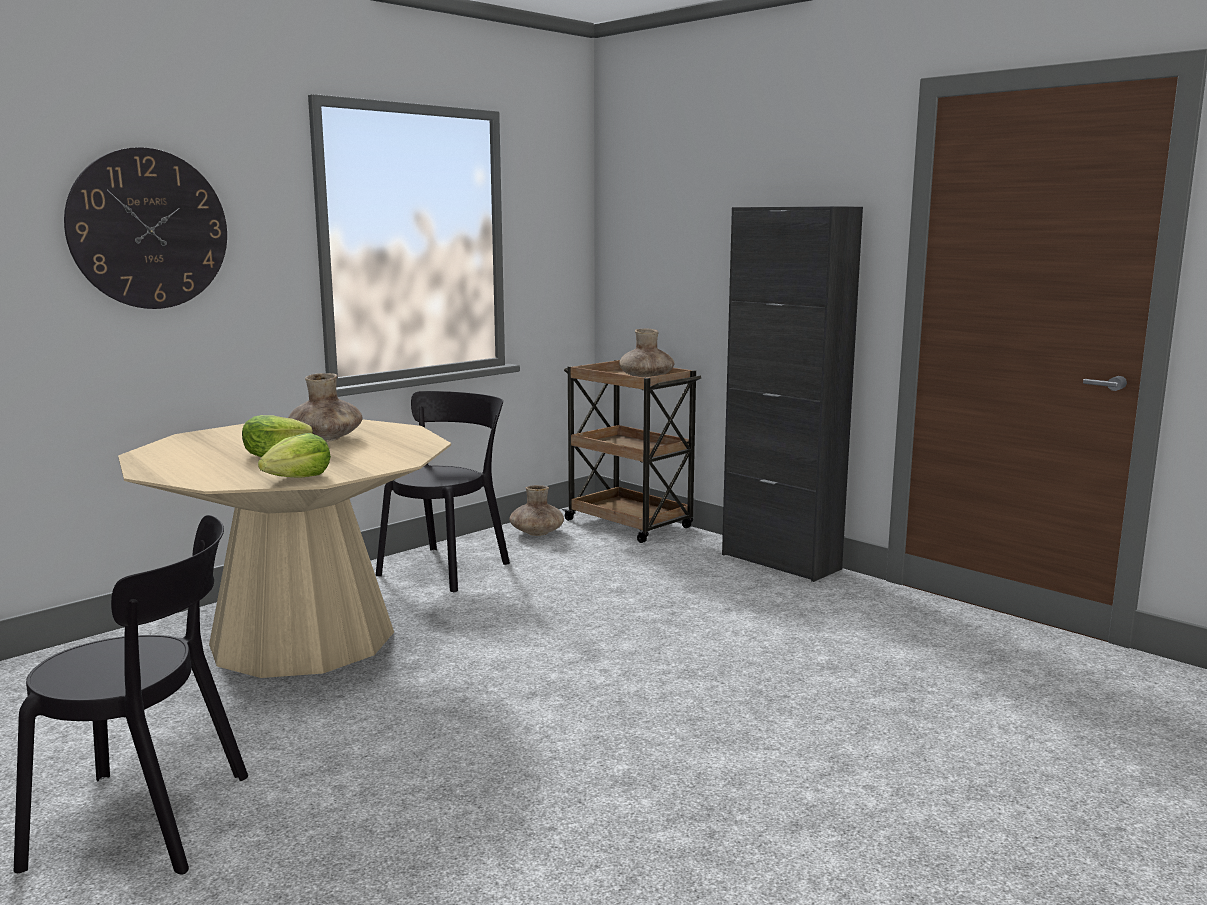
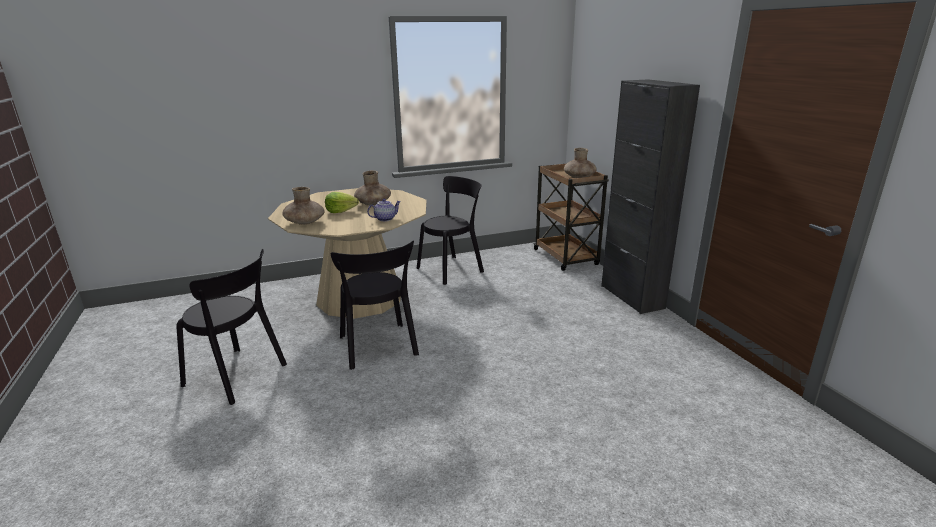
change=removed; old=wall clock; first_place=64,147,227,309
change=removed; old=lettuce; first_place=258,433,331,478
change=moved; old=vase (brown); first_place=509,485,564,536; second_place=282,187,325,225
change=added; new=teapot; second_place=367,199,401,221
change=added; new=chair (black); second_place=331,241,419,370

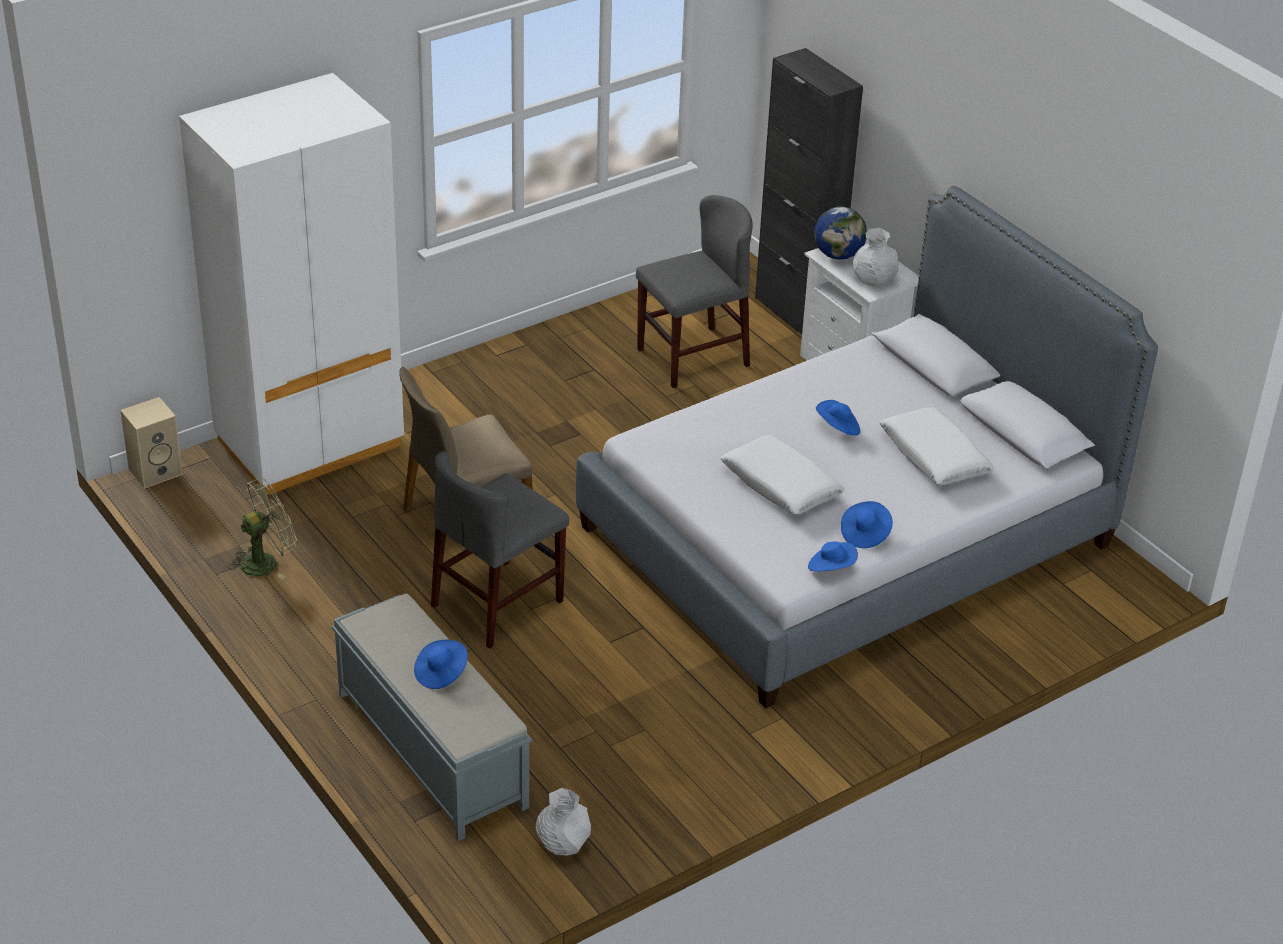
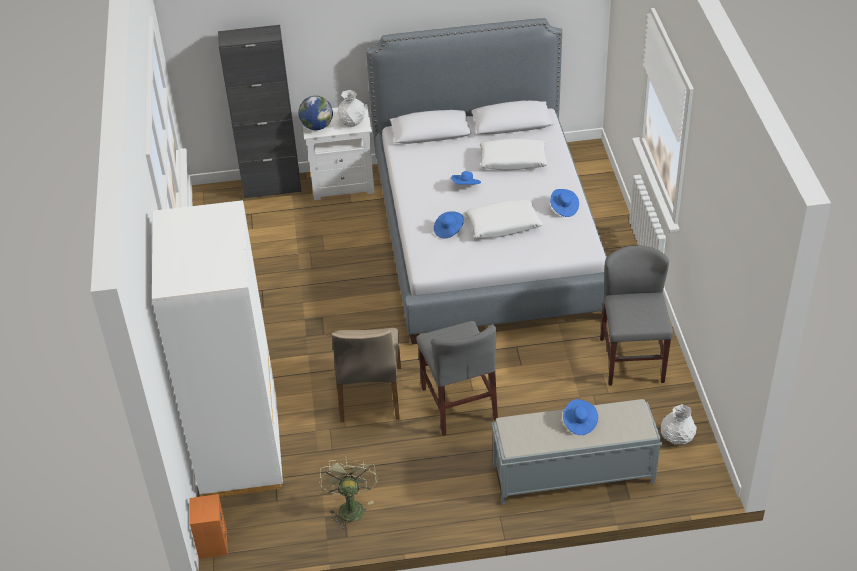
change=moved; old=chair (grey); first_place=636,195,753,388; second_place=600,245,673,386
change=recoloured; old=speaker (beige); new=speaker (orange); first_place=120,397,183,489; second_place=190,494,228,559
change=moved; old=hat (blue); first_place=808,541,858,572; second_place=434,211,464,238

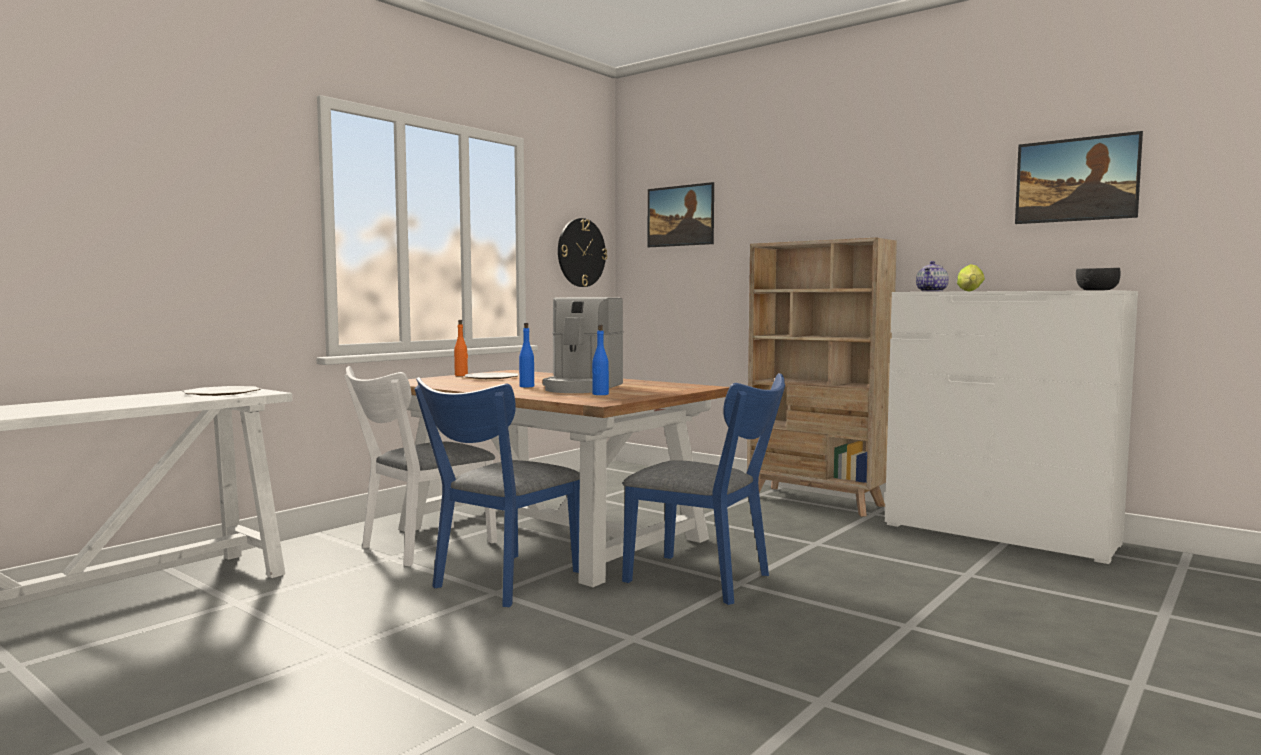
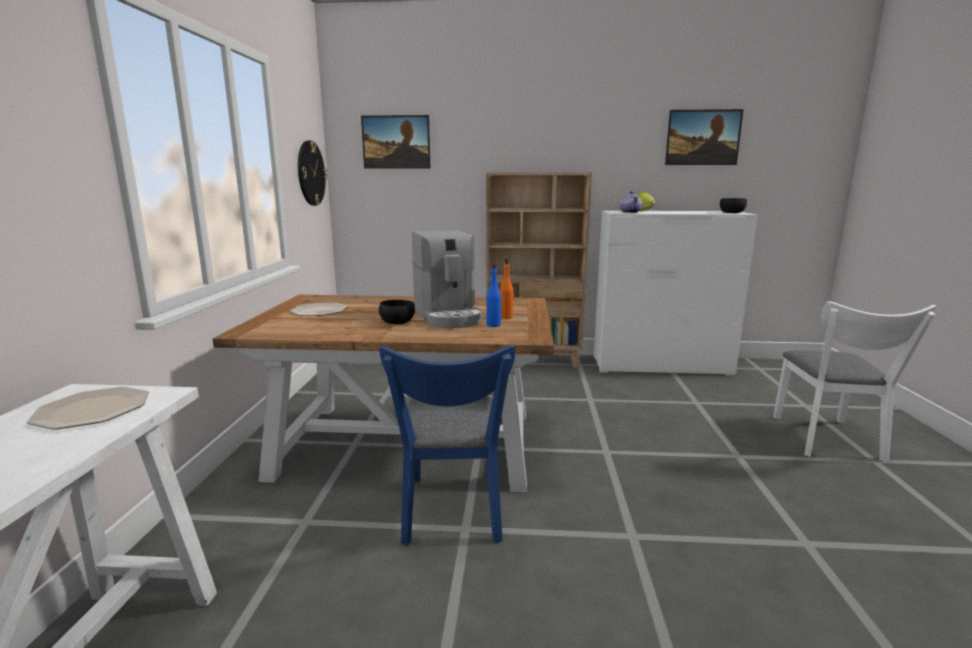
change=moved; old=bottle (orange); first_place=454,320,468,376; second_place=500,259,514,319
change=replaced; old=bottle (blue); new=bowl (black); first_place=519,323,534,387; second_place=379,300,415,324
change=moved; old=chair (white); first_place=345,366,497,566; second_place=773,301,937,462
change=removed; old=chair (blue); first_place=622,373,785,605

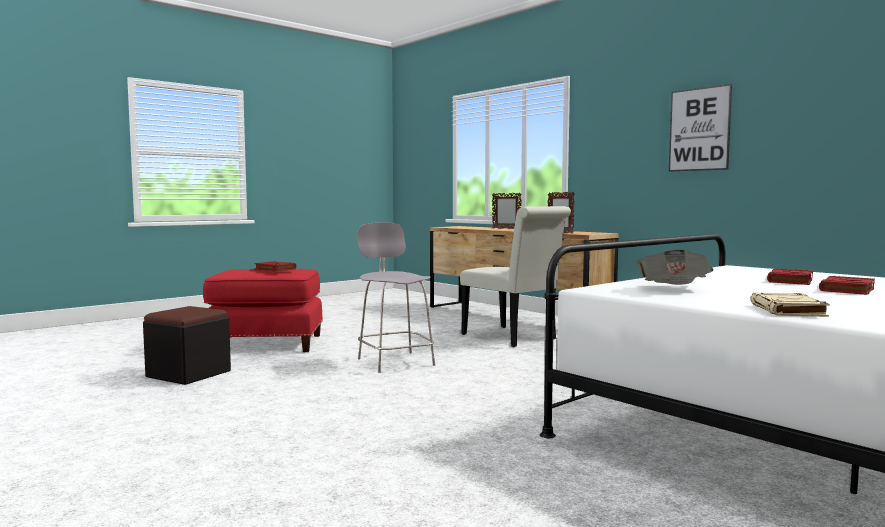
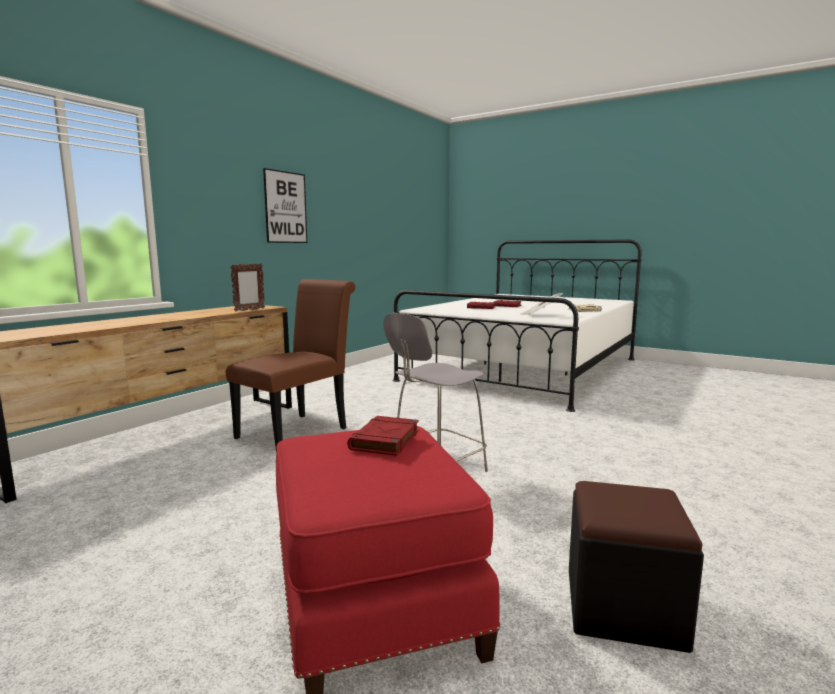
change=removed; old=picture frame; first_place=492,193,522,229
change=recoloured; old=chair (white); new=chair (brown); first_place=460,206,571,348; second_place=226,279,355,453

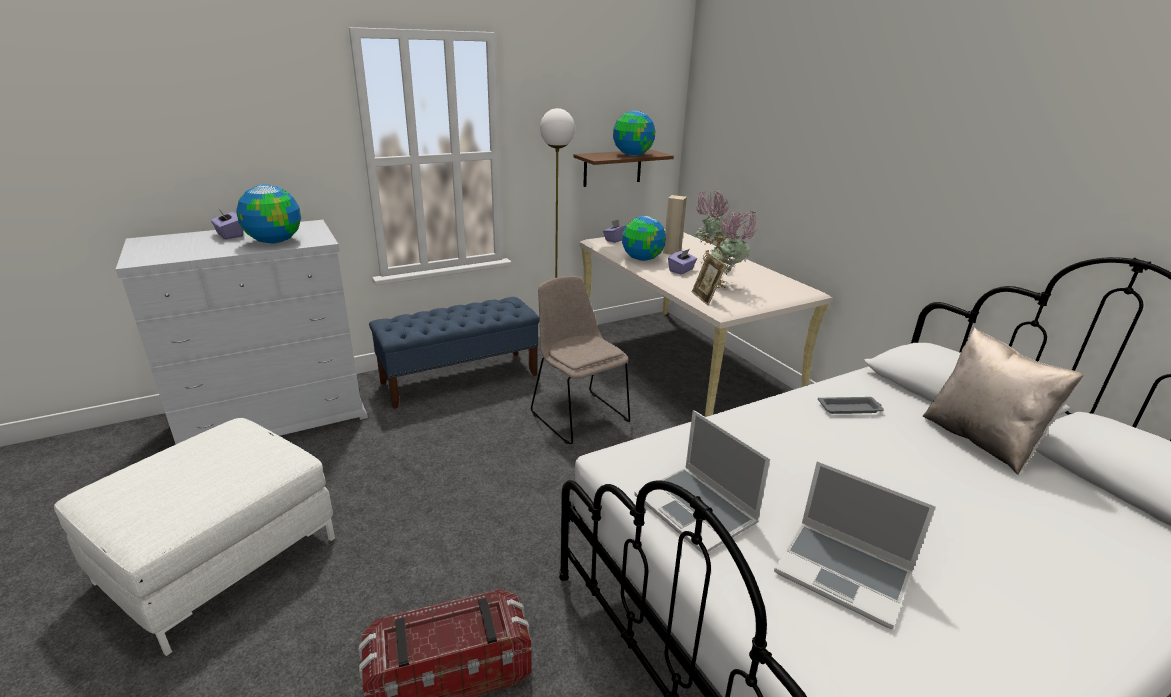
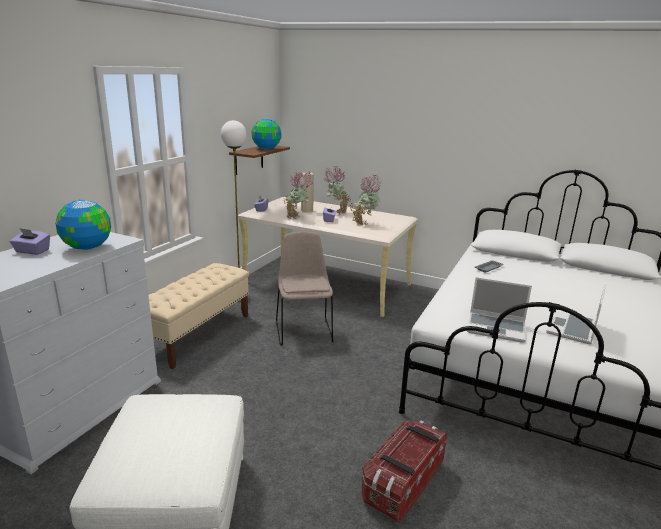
change=replaced; old=globe; new=potted plant; first_place=622,216,666,261; second_place=284,171,312,219
change=removed; old=picture frame; first_place=692,253,726,306
change=turned; old=chair (beige); first_place=531,276,630,444; second_place=276,232,334,345; degrees=60
change=recoloured; old=bench (blue); new=bench (beige); first_place=369,297,539,409; second_place=148,263,249,369
change=removed; old=pillow (beige); first_place=923,327,1084,475
change=turned; old=laptop; first_place=774,461,936,629; second_place=546,285,606,345; degrees=120

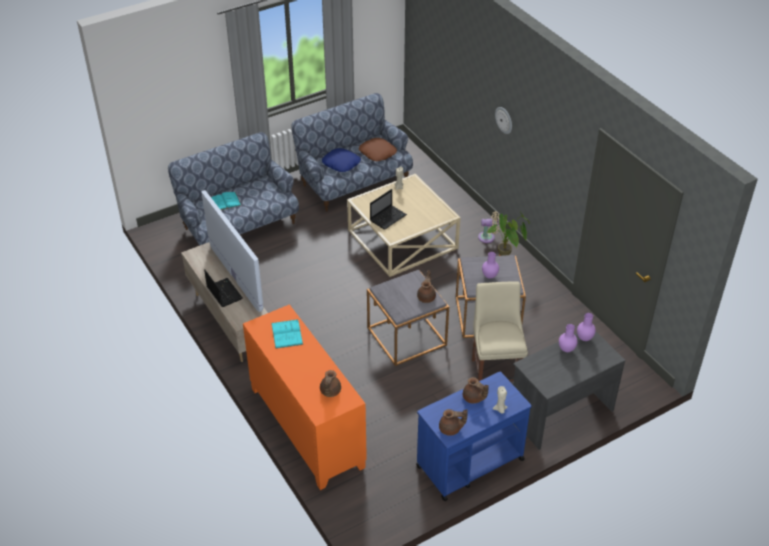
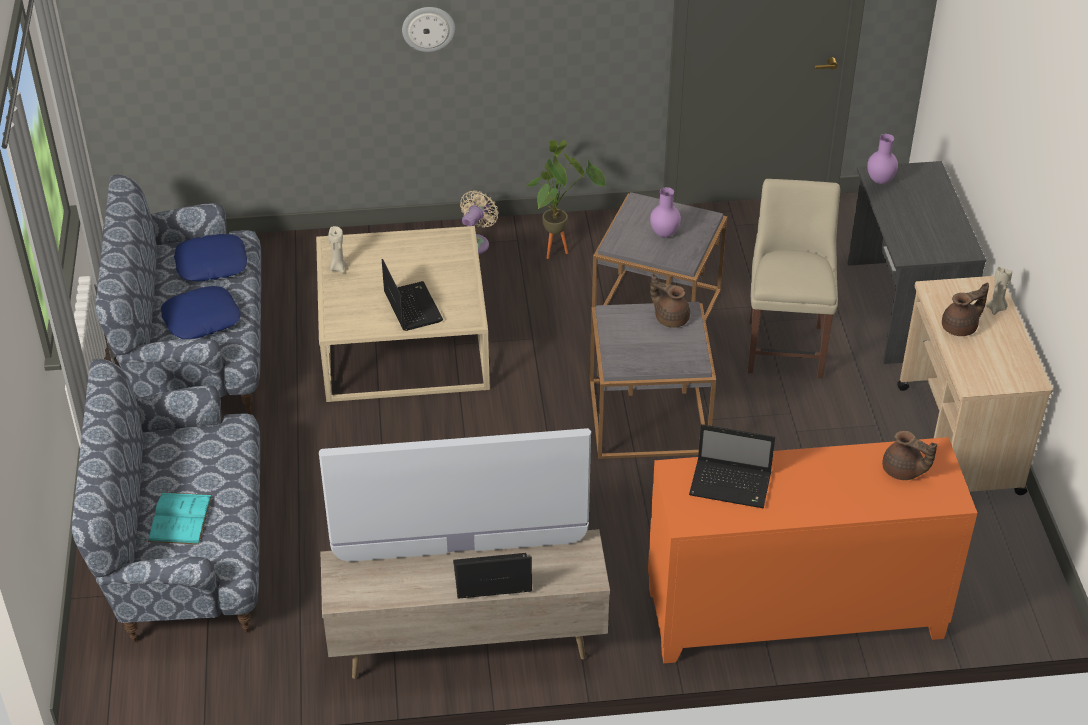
change=recoloured; old=pillow (brown); new=pillow (blue); first_place=359,138,397,161; second_place=174,234,248,281
change=turned; old=chair (beige); first_place=472,281,528,381; second_place=748,179,840,378; degrees=75
change=replaced; old=book (turquoise); new=laptop; first_place=271,319,303,349; second_place=689,424,775,508
change=removed; old=vase (purple); first_place=559,324,578,352
change=recoloured; old=cart (blue); new=cart (beige); first_place=416,372,532,501; second_place=897,276,1053,495
change=removed; old=teapot (brown); first_place=439,409,468,436

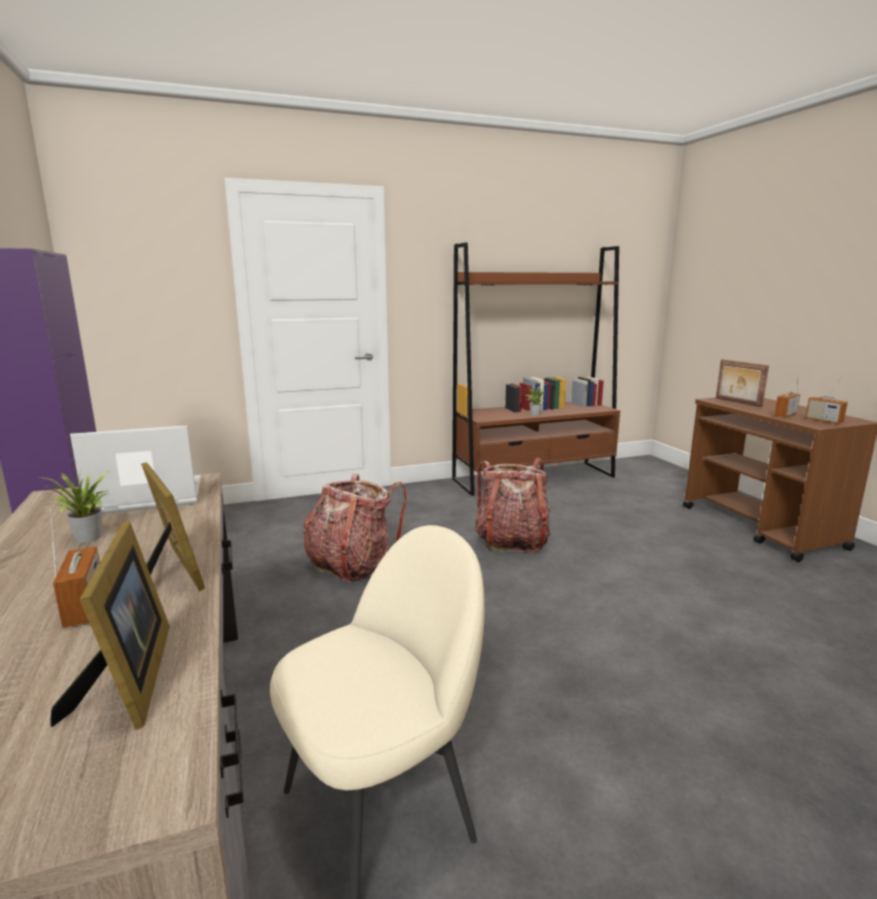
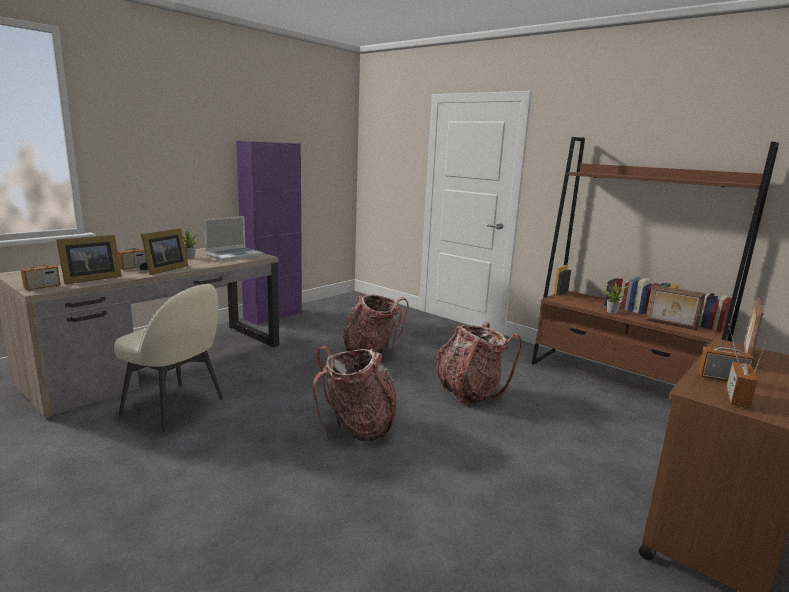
change=turned; old=laptop; first_place=70,425,201,514; second_place=204,216,263,261; degrees=90
change=added; new=radio; second_place=21,246,60,290
change=added; new=picture frame; second_place=645,285,706,331
change=added; new=backpack; second_place=312,346,396,442

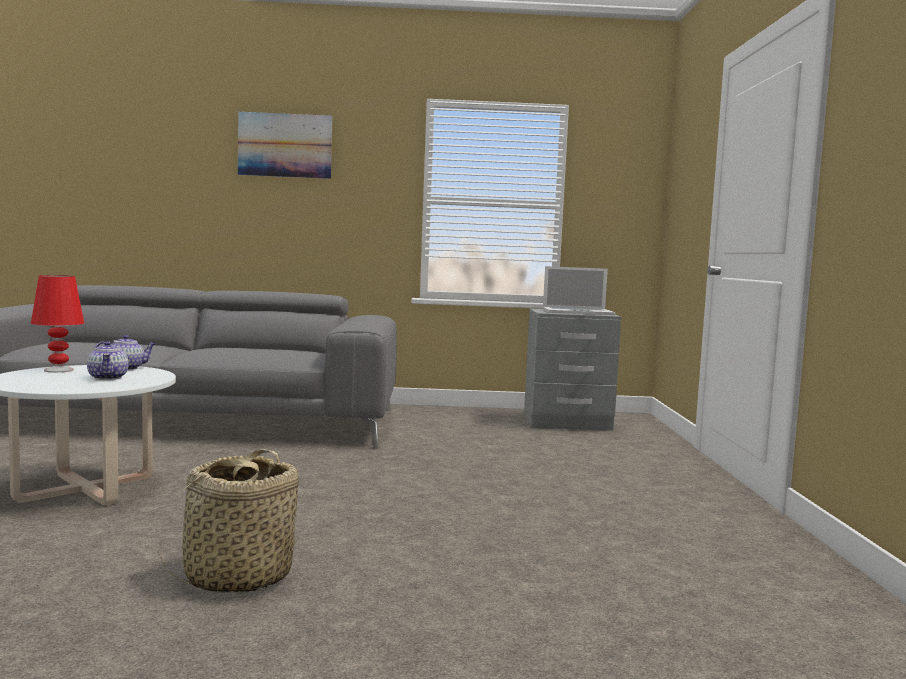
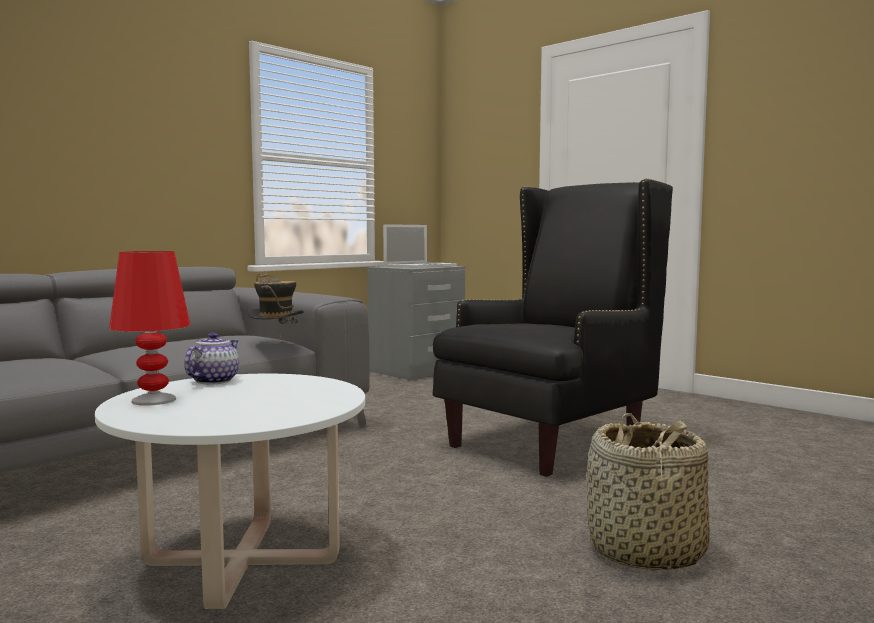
change=removed; old=picture; first_place=238,112,332,179
change=removed; old=teapot; first_place=87,341,128,380
change=added; new=armchair (black); second_place=433,178,673,477
change=added; new=hat; second_place=248,274,304,340

